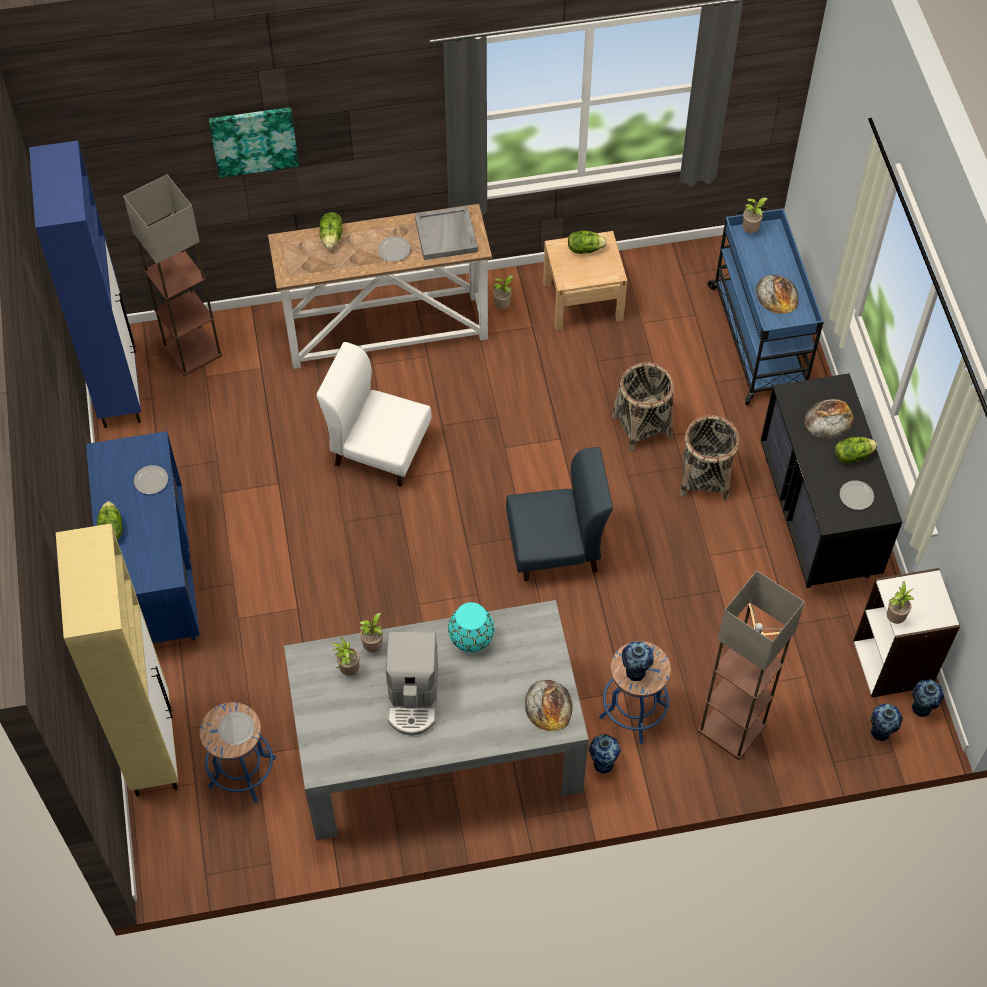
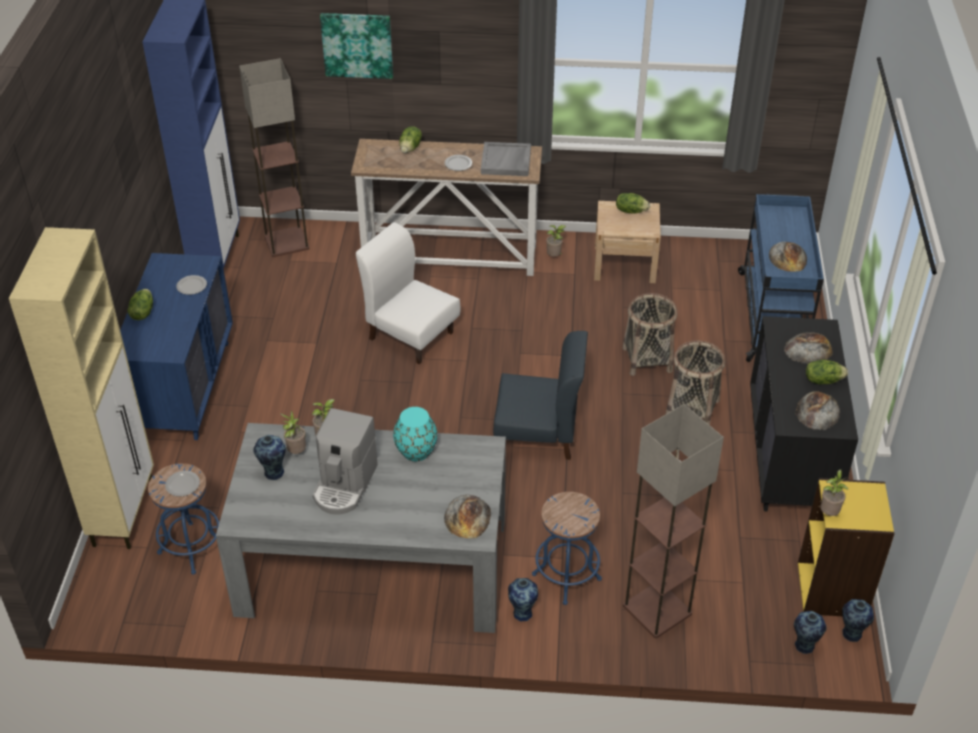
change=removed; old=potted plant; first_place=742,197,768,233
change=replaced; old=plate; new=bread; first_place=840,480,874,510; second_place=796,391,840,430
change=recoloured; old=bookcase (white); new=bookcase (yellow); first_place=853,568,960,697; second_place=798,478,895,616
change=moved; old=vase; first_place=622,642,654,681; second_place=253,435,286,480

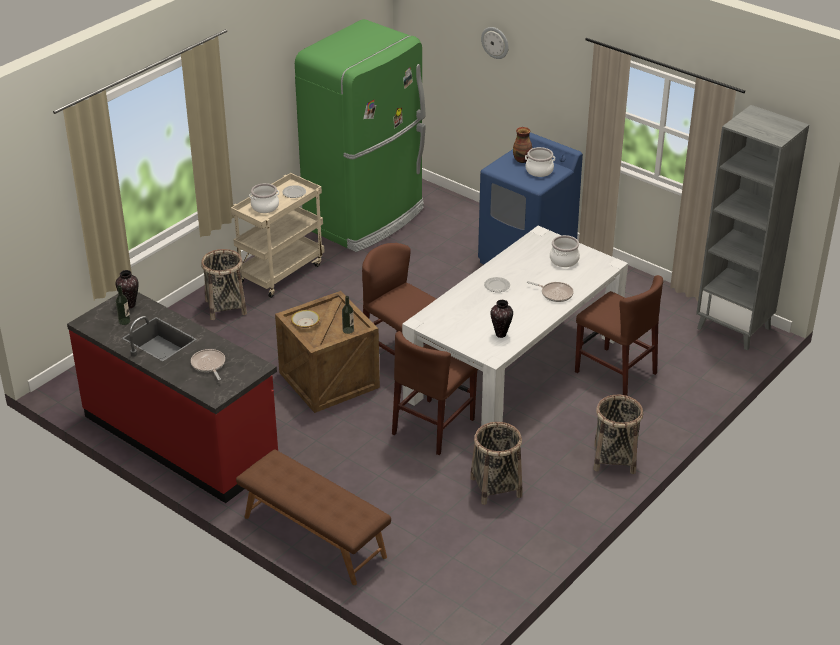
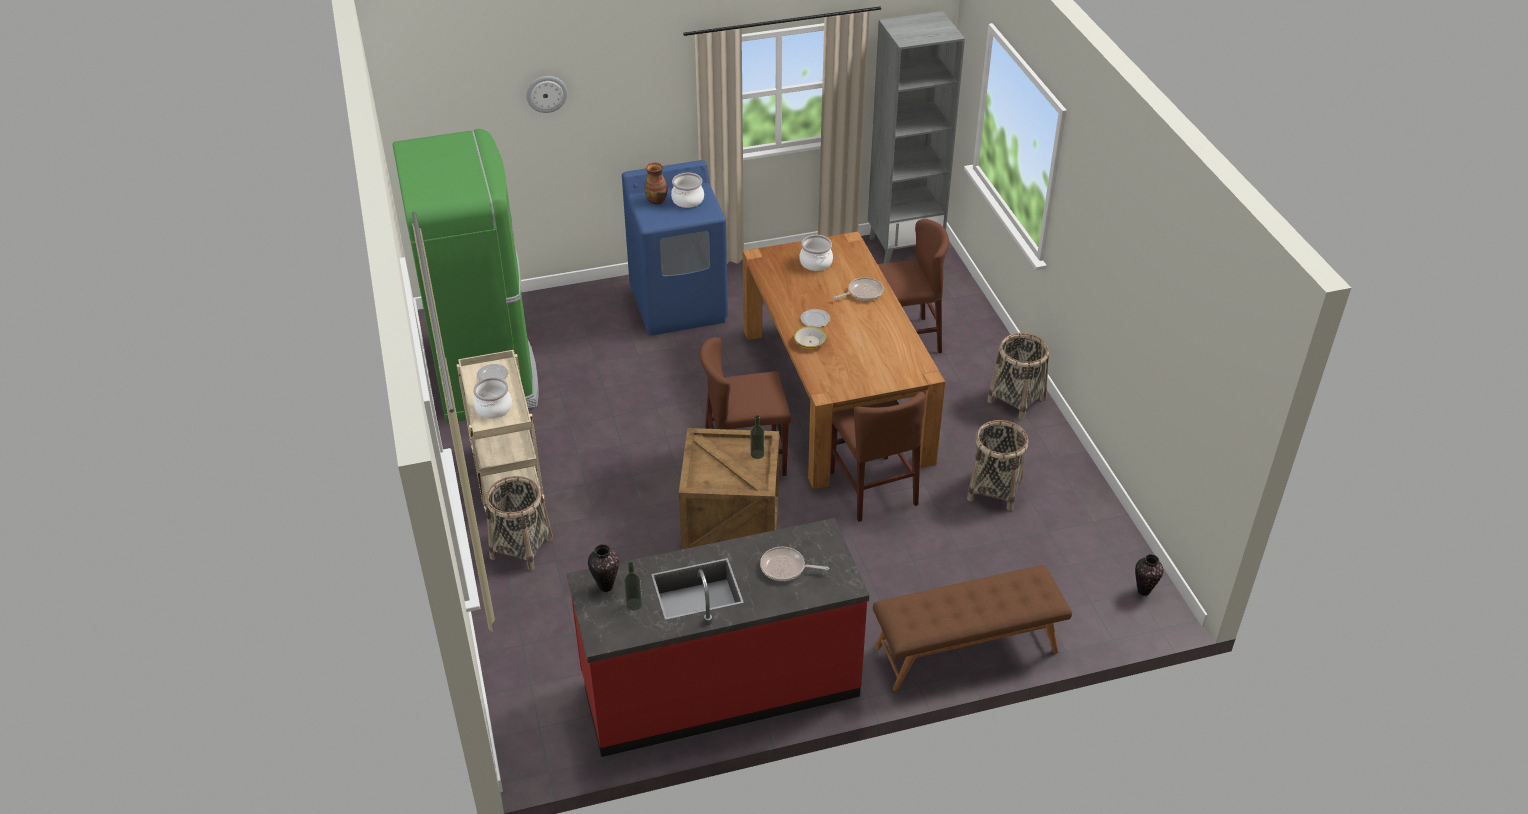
change=recoloured; old=dining table (white); new=dining table (brown); first_place=402,226,628,426; second_place=743,231,945,489
change=moved; old=vase; first_place=491,300,513,338; second_place=1135,554,1163,596
change=moved; old=bowl; first_place=291,310,320,328; second_place=793,326,827,348

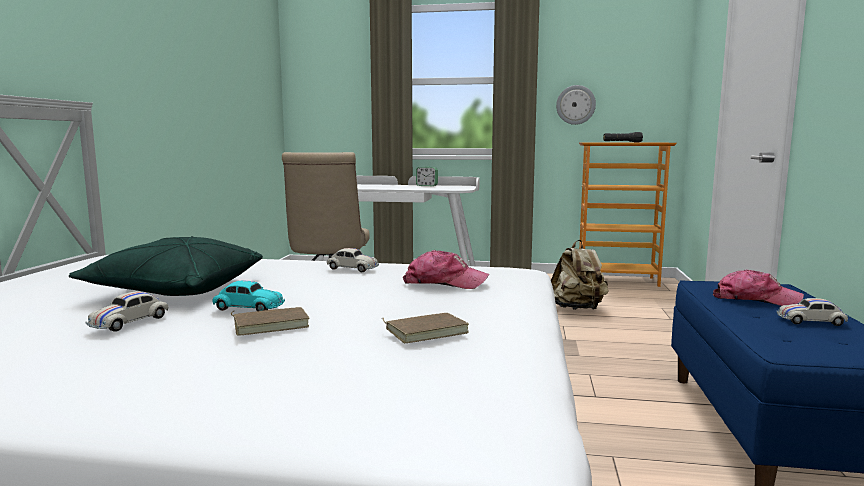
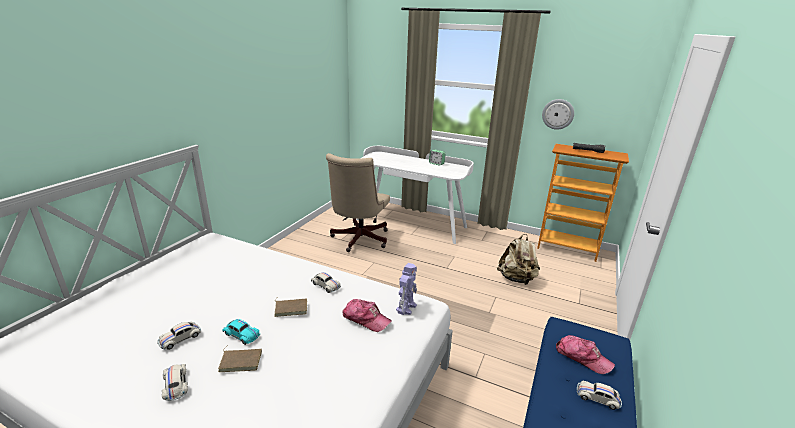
change=removed; old=pillow (green); first_place=69,236,263,296
change=moved; old=book (brown); first_place=383,313,469,343; second_place=274,298,307,317
change=added; new=toy robot; second_place=396,263,417,315
change=added; new=toy car (white); second_place=162,364,188,401

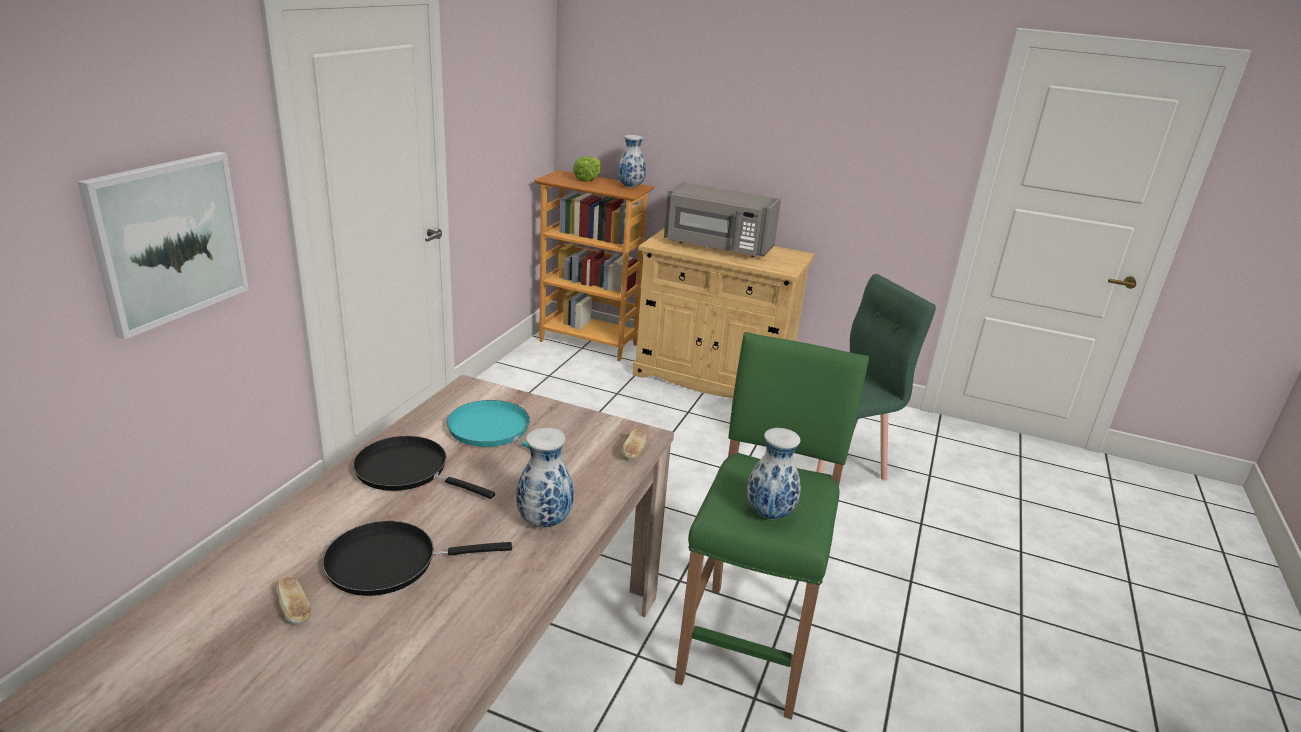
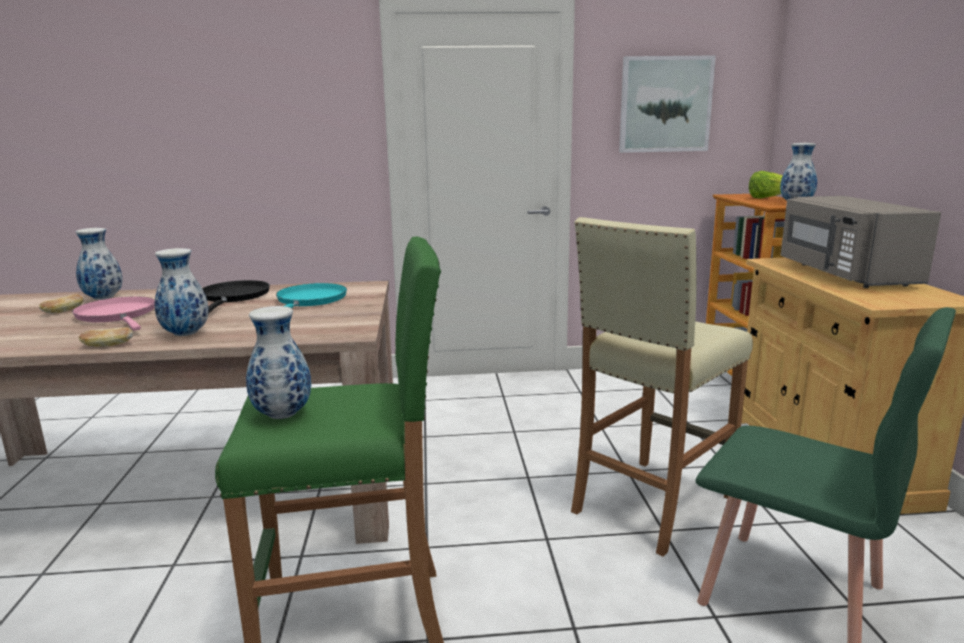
change=moved; old=picture; first_place=78,152,249,340; second_place=619,56,716,153
change=moved; old=bread; first_place=622,429,647,459; second_place=79,327,133,347
change=recoloured; old=frying pan (black); new=frying pan (pink); first_place=322,521,512,596; second_place=72,296,155,331
change=added; new=stool (beige); second_place=571,217,753,557
change=added; new=vase; second_place=75,228,122,300

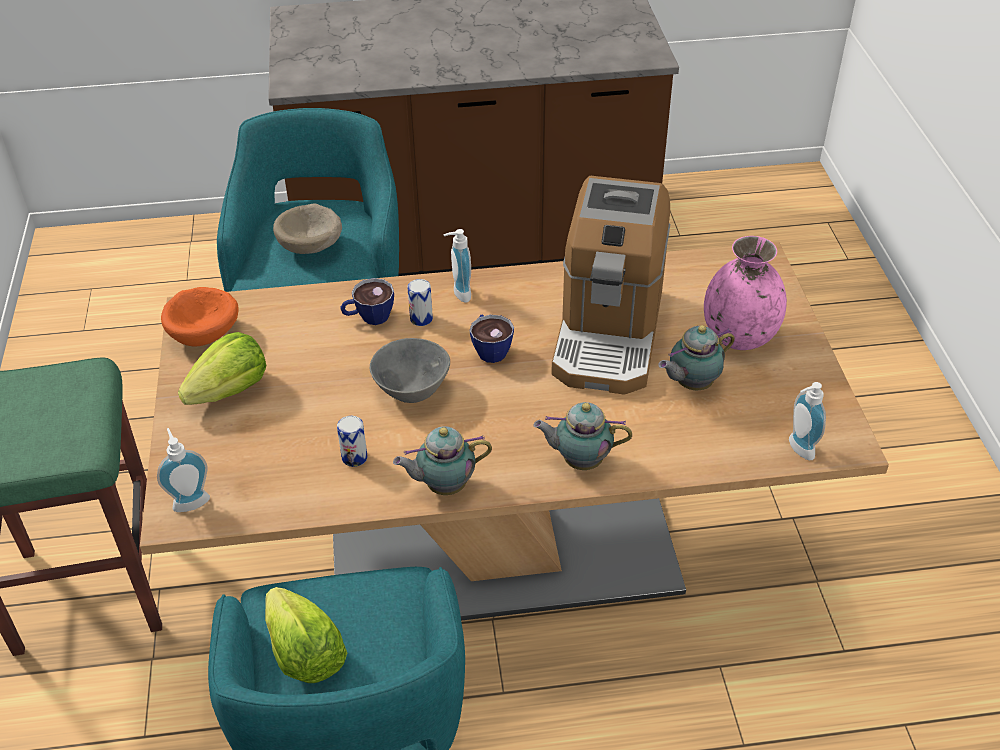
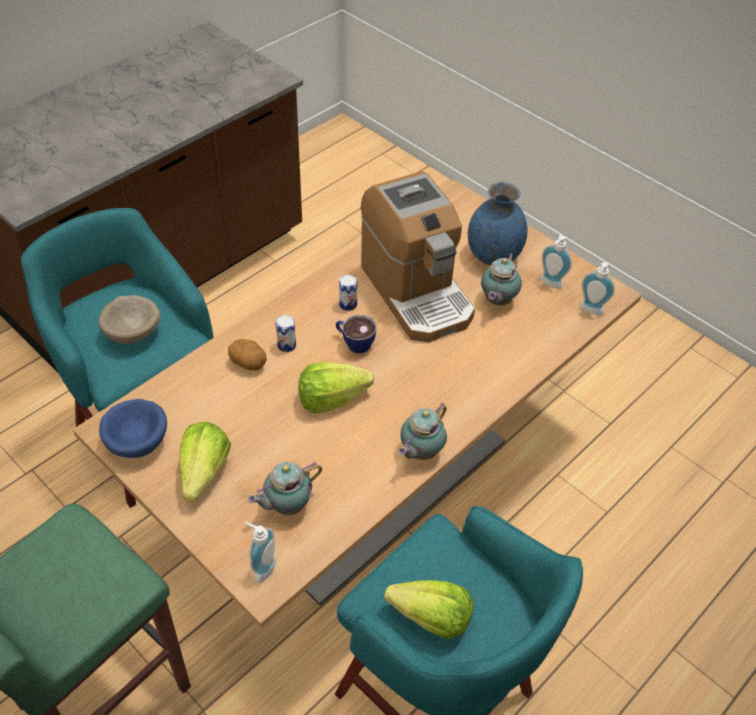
change=moved; old=soap dispenser; first_place=443,229,471,302; second_place=540,235,572,289
change=recoloured; old=vase (pink); new=vase (blue); first_place=704,236,787,350; second_place=468,182,528,265
change=replaced; old=cup; new=potato; first_place=340,278,394,325; second_place=228,339,267,371
change=recoloured; old=bowl (orange); new=bowl (blue); first_place=161,287,239,346; second_place=99,399,167,458
change=replaced; old=bowl (grey); new=lettuce; first_place=370,338,450,403; second_place=299,362,374,413
change=moved; old=teapot; first_place=533,402,632,470; second_place=248,462,322,515
change=moved; old=can; first_place=337,416,367,467; second_place=339,275,358,311

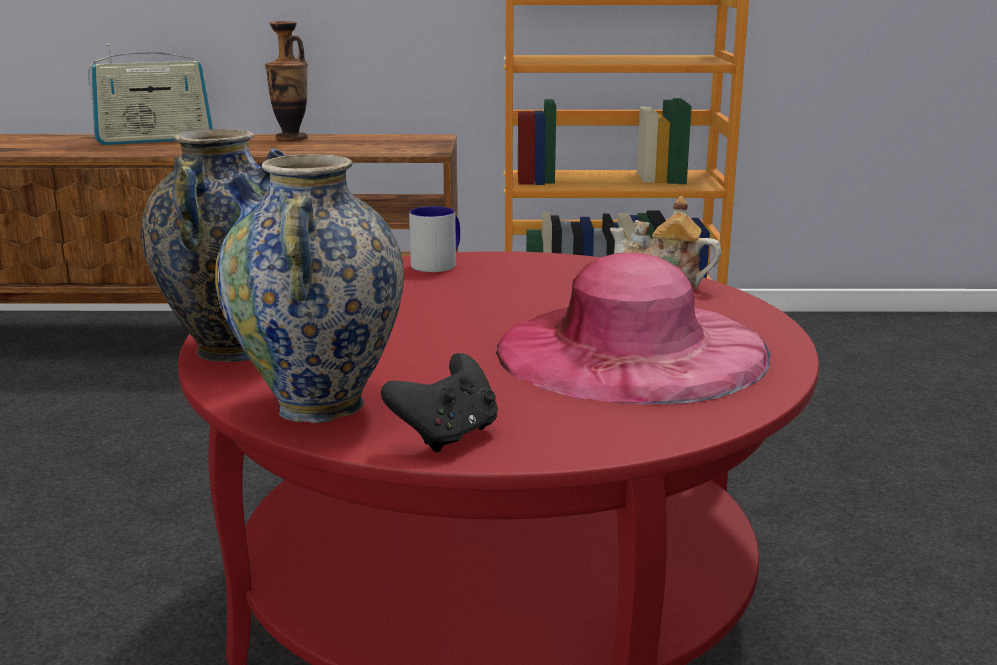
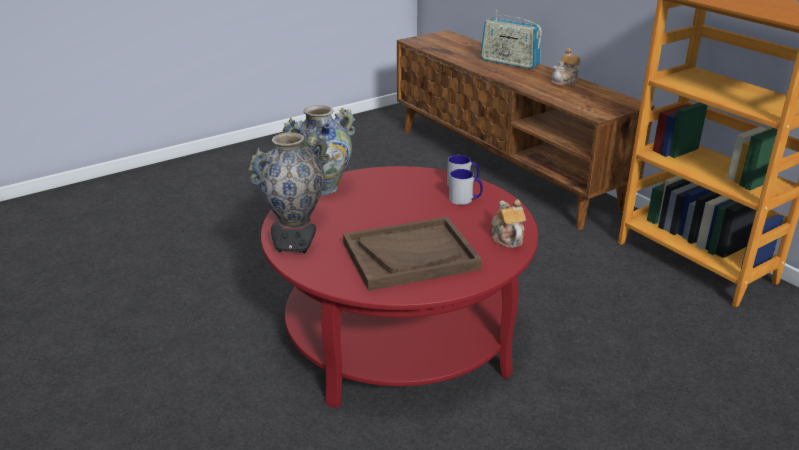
change=replaced; old=vase; new=teapot; first_place=265,21,308,141; second_place=551,48,581,86
change=replaced; old=hat (pink); new=tray (brown); first_place=496,253,770,404; second_place=343,216,482,291
change=added; new=mug; second_place=449,169,483,205

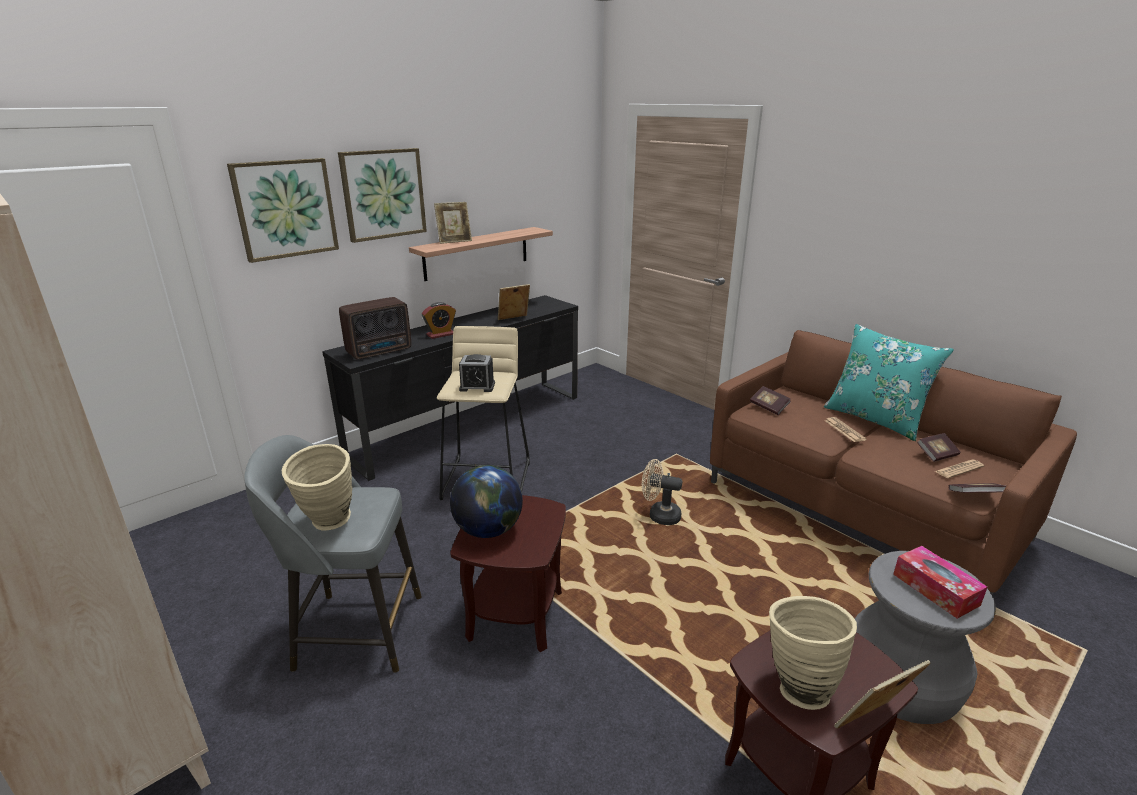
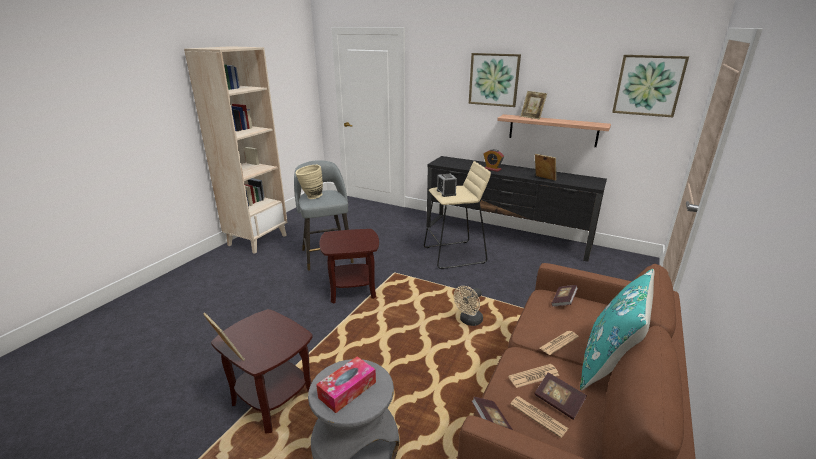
change=moved; old=picture; first_place=227,158,339,263; second_place=612,55,689,117
change=removed; old=radio; first_place=339,297,411,360
change=turned; old=fan (beige); first_place=642,459,682,525; second_place=454,286,483,326; degrees=-135
change=removed; old=globe; first_place=450,465,523,538
change=removed; old=vase (beige); first_place=769,596,857,710
change=added; new=newspaper; second_place=508,364,559,388

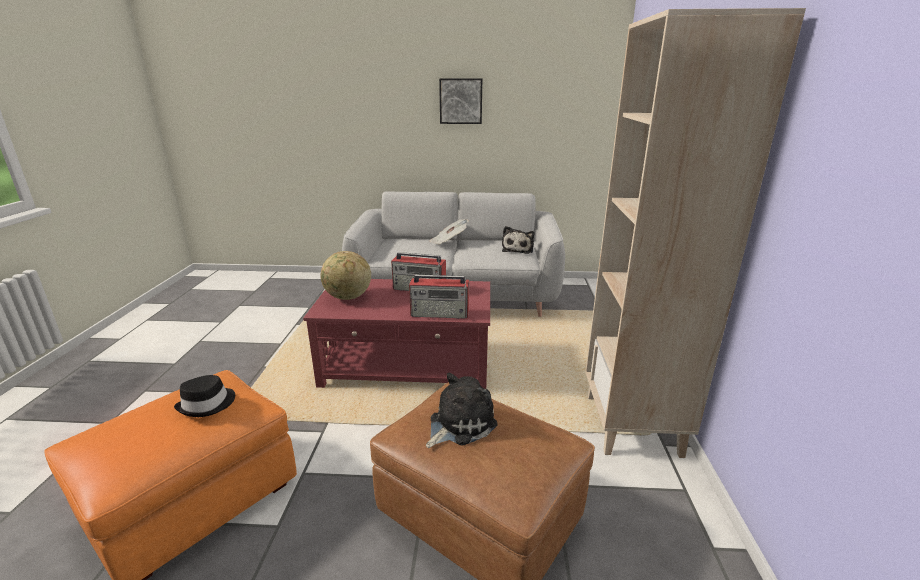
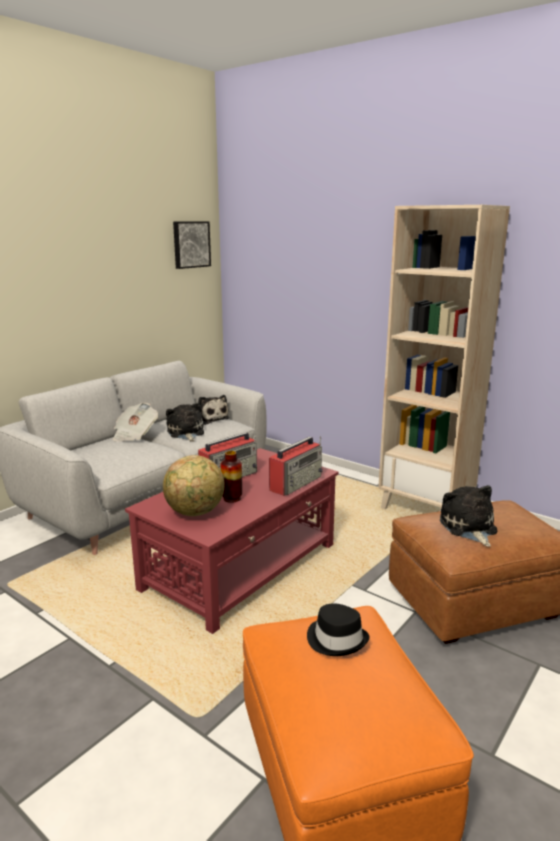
change=moved; old=picture; first_place=439,78,482,124; second_place=173,221,211,269
change=added; new=plush toy; second_place=166,403,204,442
change=added; new=vase; second_place=220,451,242,503

